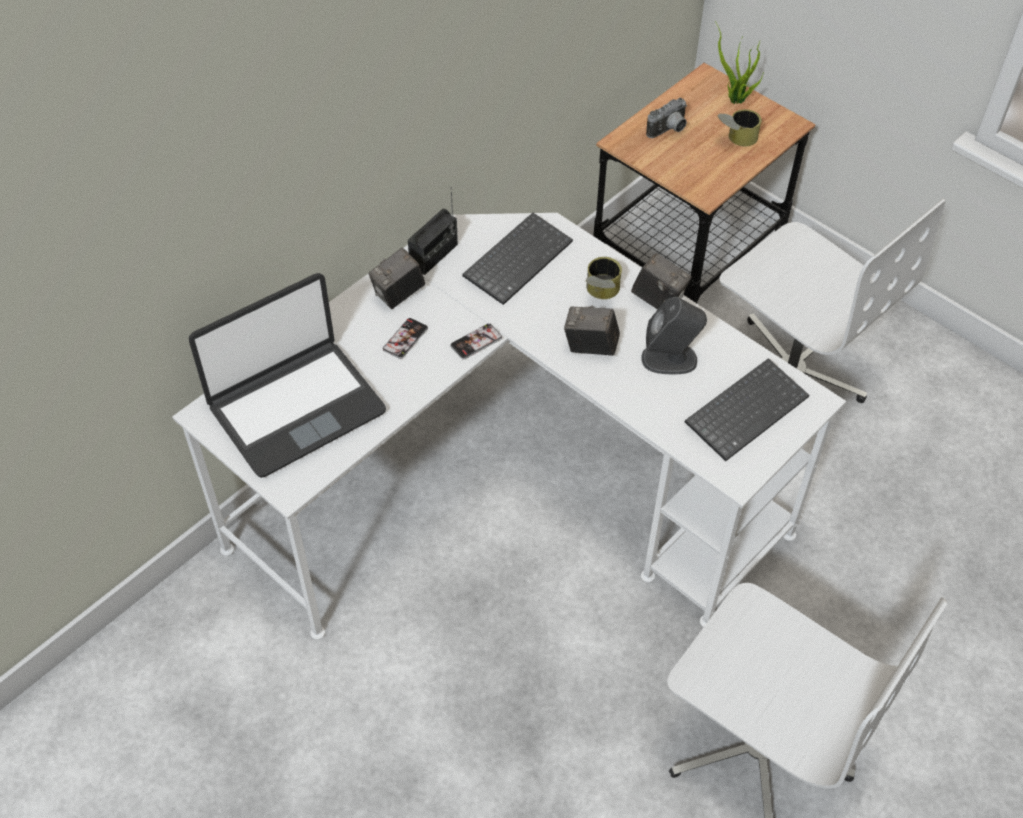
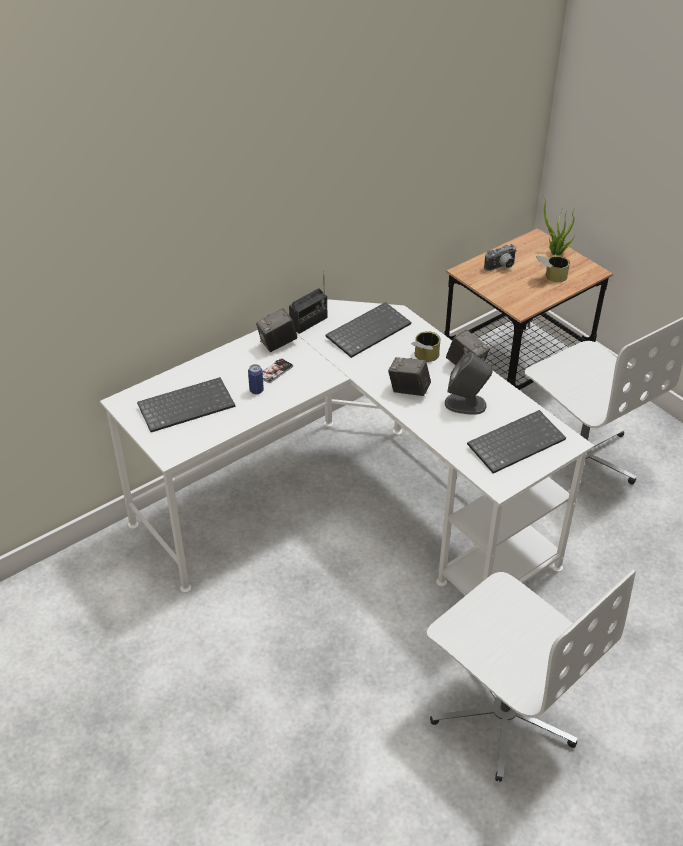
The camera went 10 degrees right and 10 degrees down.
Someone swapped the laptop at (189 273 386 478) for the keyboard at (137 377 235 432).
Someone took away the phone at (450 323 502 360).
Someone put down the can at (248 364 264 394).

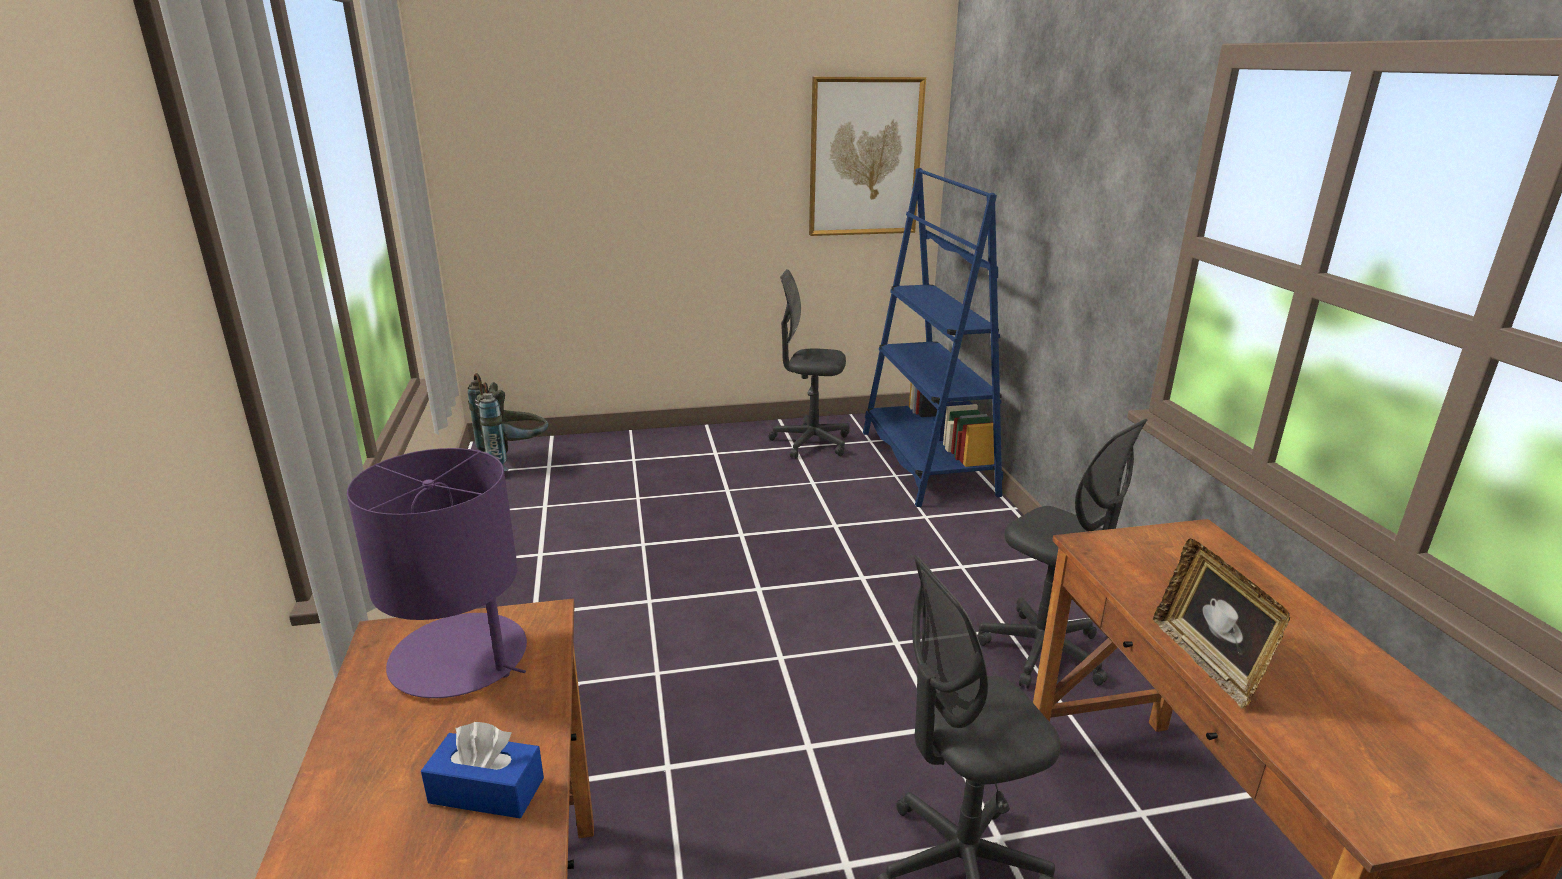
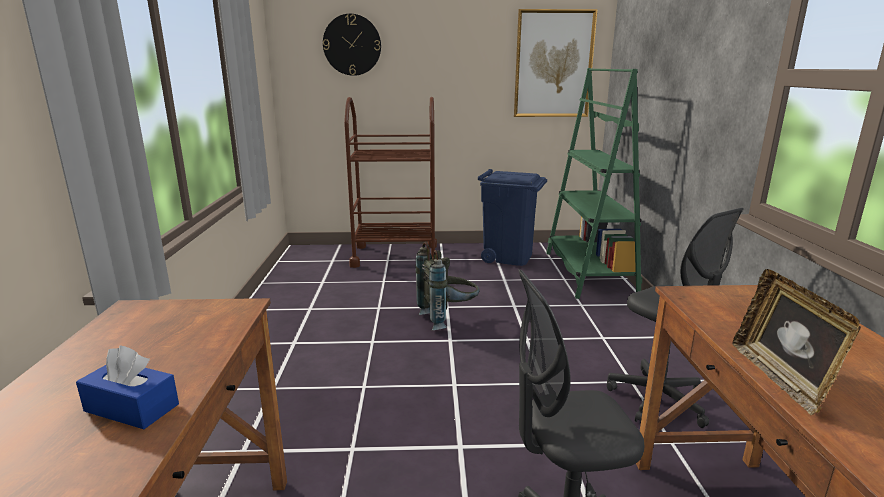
The camera went 10 degrees right and 5 degrees down.
Someone repainted the bookcase in blue at (863 168 1003 507), which became the bookcase in green at (546 68 642 299).
Someone swapped the office chair in grey at (769 269 850 458) for the trash can in blue at (478 169 547 266).
Someone carried the backpack in grey from (468 373 549 471) to (415 242 480 330).
Someone took away the table lamp in purple at (347 448 527 698).
Someone put up the wall clock at (323 14 381 76).
Someone put down the cart in brown at (344 97 437 268).

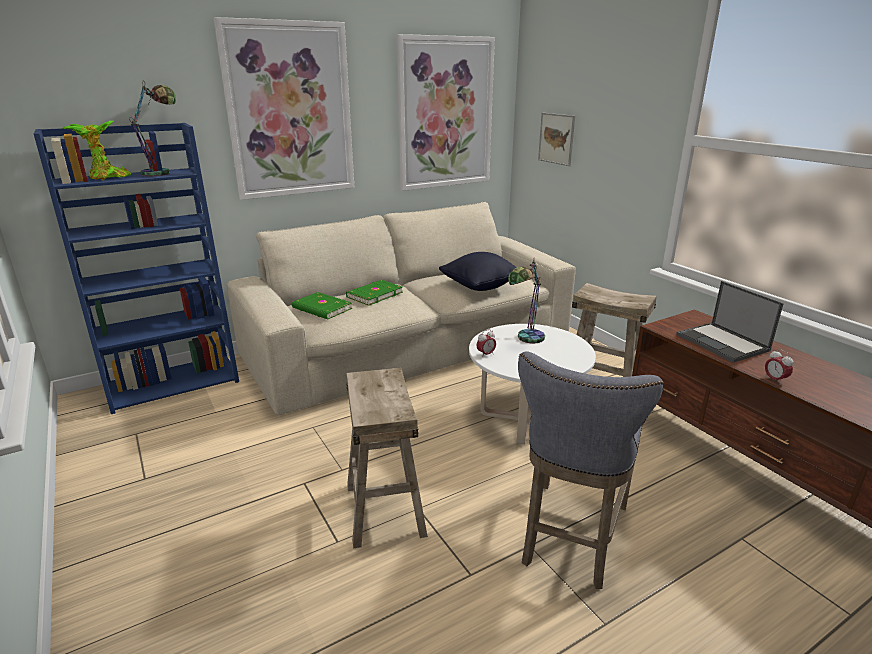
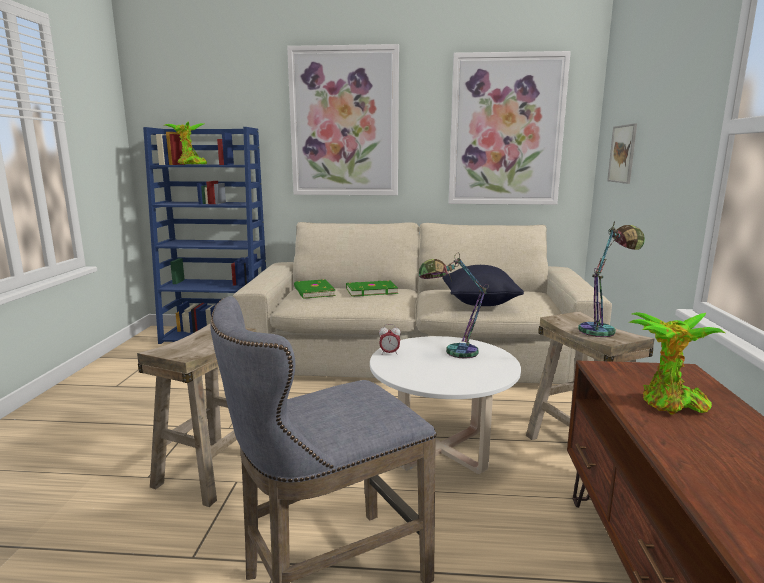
The camera went 35 degrees right and 10 degrees down.
Someone carried the table lamp from (129 81 176 176) to (578 221 645 337).
Someone swapped the laptop at (676 281 784 363) for the potted plant at (629 312 725 415).
Someone took away the alarm clock at (765 349 793 385).

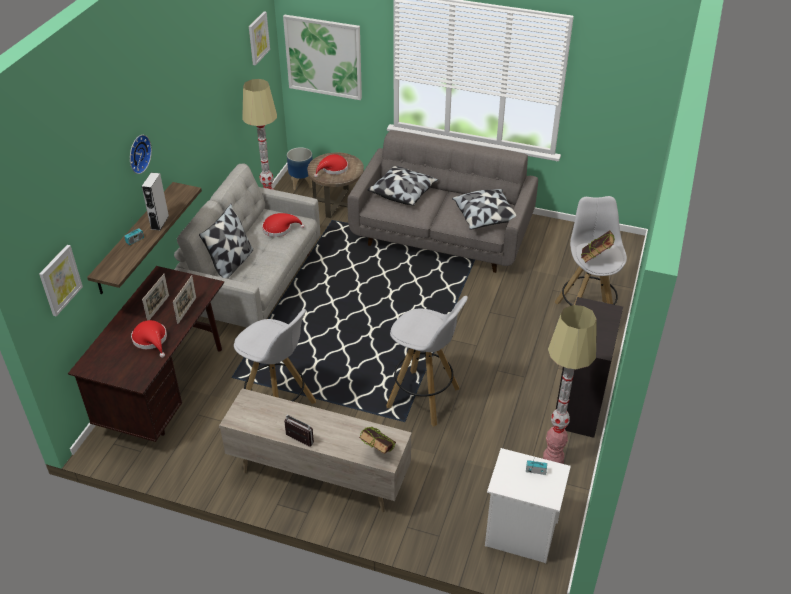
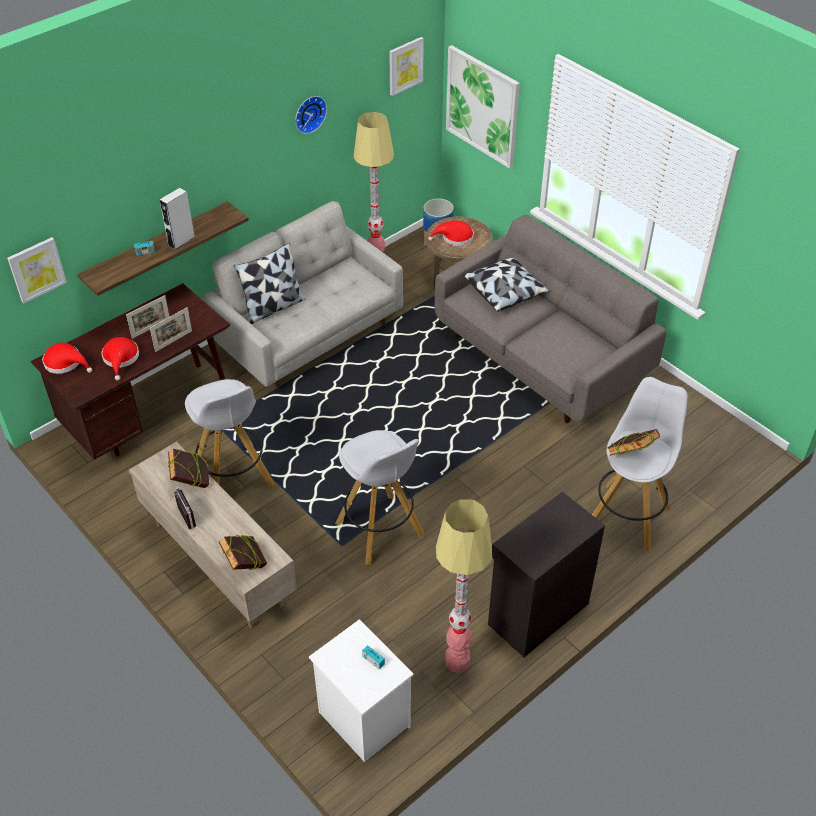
The camera went 30 degrees right and 5 degrees up.
Someone carried the wall clock from (130 135 152 174) to (295 96 327 134).
Someone took away the pillow at (452 189 516 230).
Someone carried the hat in red from (262 213 305 237) to (42 343 92 374).
Someone put down the book at (168 448 209 488).

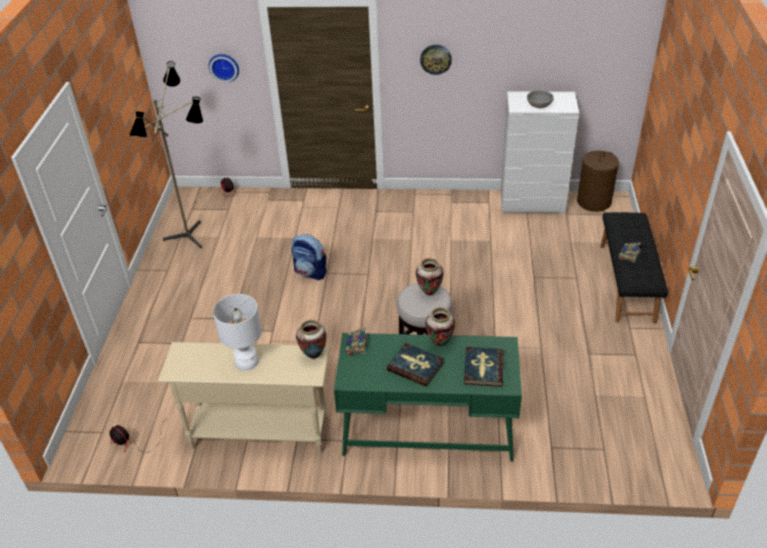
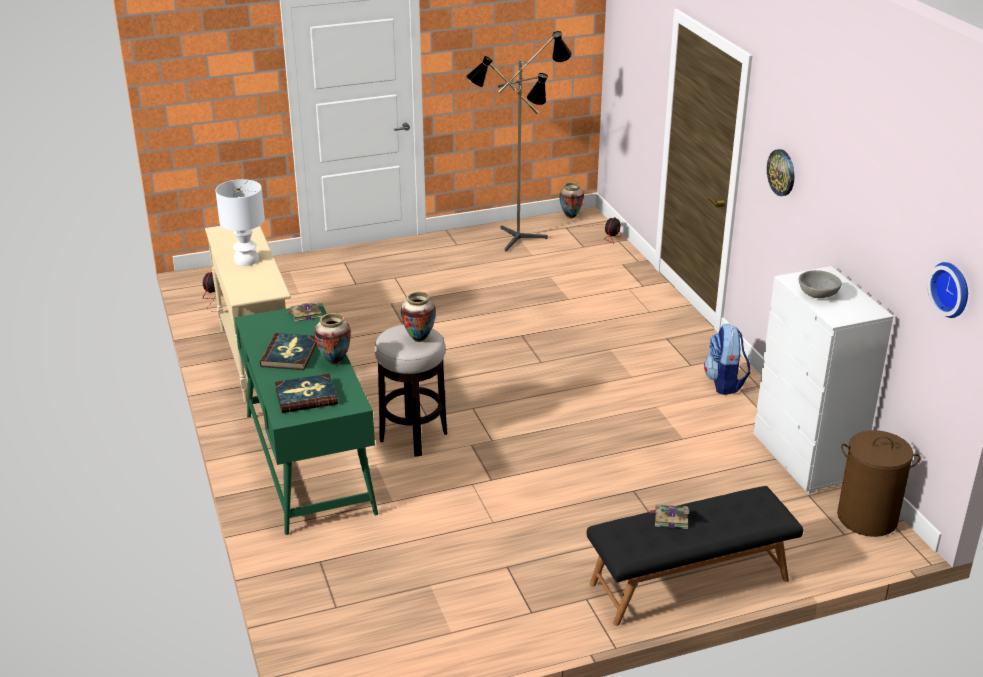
The camera went 65 degrees right and 10 degrees down.
Someone carried the wall clock from (209 54 239 82) to (928 262 968 318).
Someone carried the backpack from (291 234 327 280) to (704 324 751 395).
Someone carried the vase from (296 319 326 359) to (559 182 584 218).

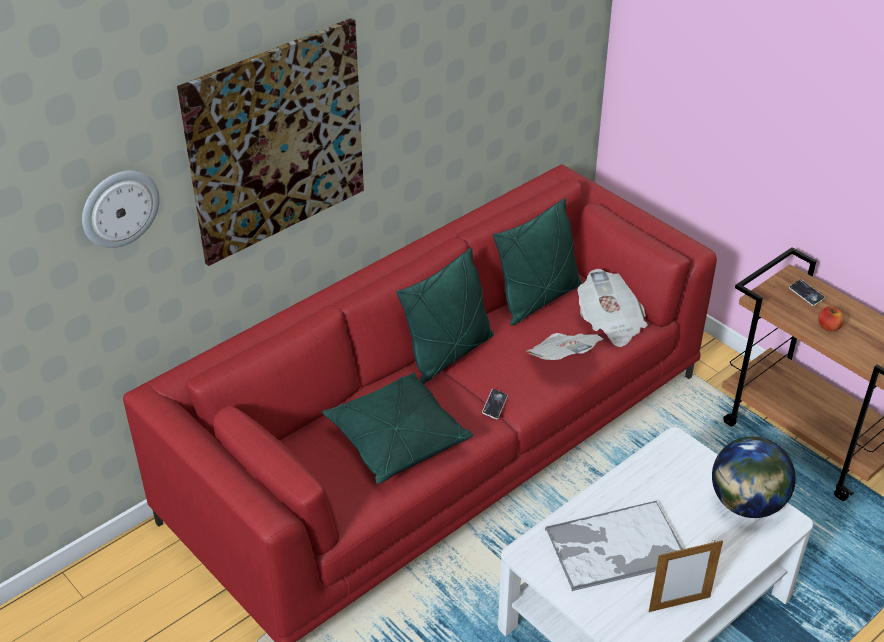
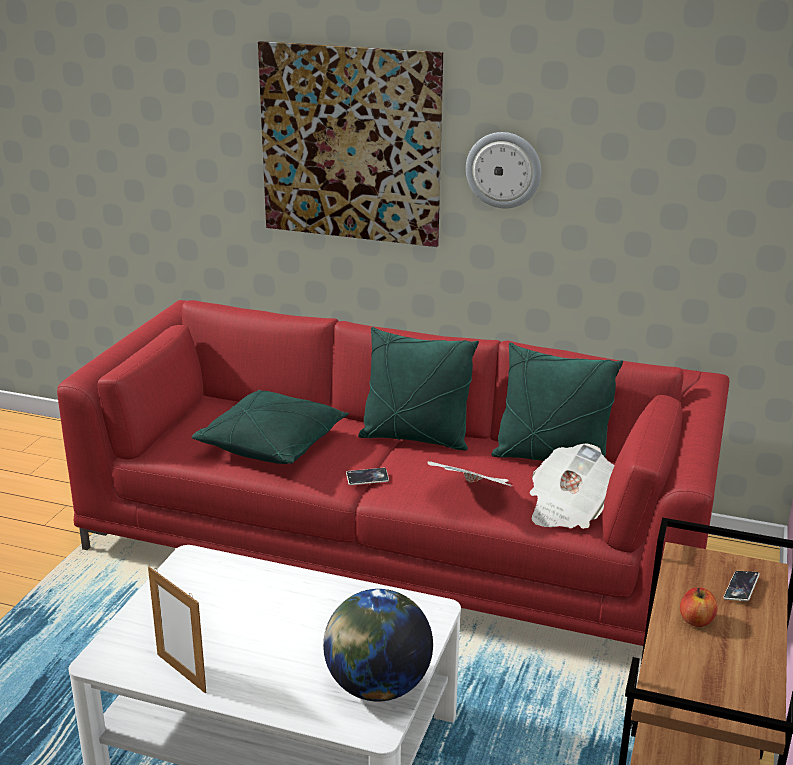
The camera went 60 degrees right and 15 degrees down.
Someone carried the wall clock from (82 170 160 248) to (466 132 541 208).
Someone took away the tray at (545 501 683 591).

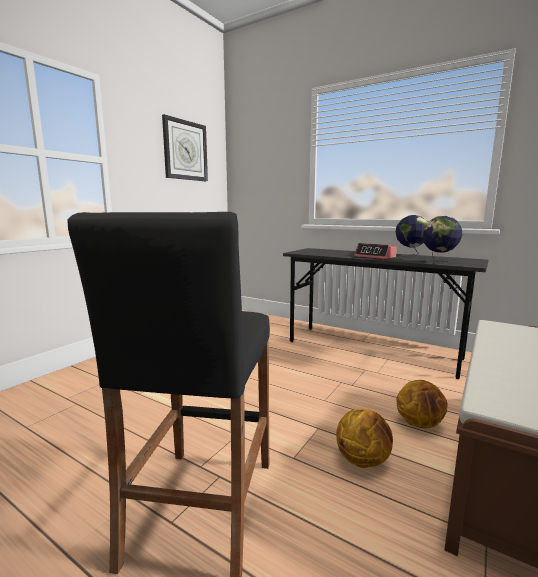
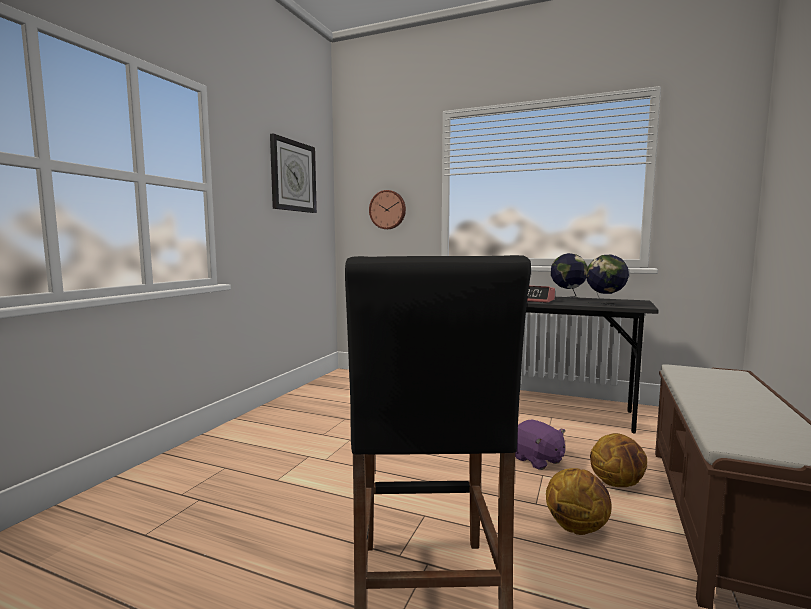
The camera went 10 degrees left and 5 degrees down.
Someone put up the wall clock at (369 190 406 229).
Someone put down the plush toy in purple at (515 420 565 470).

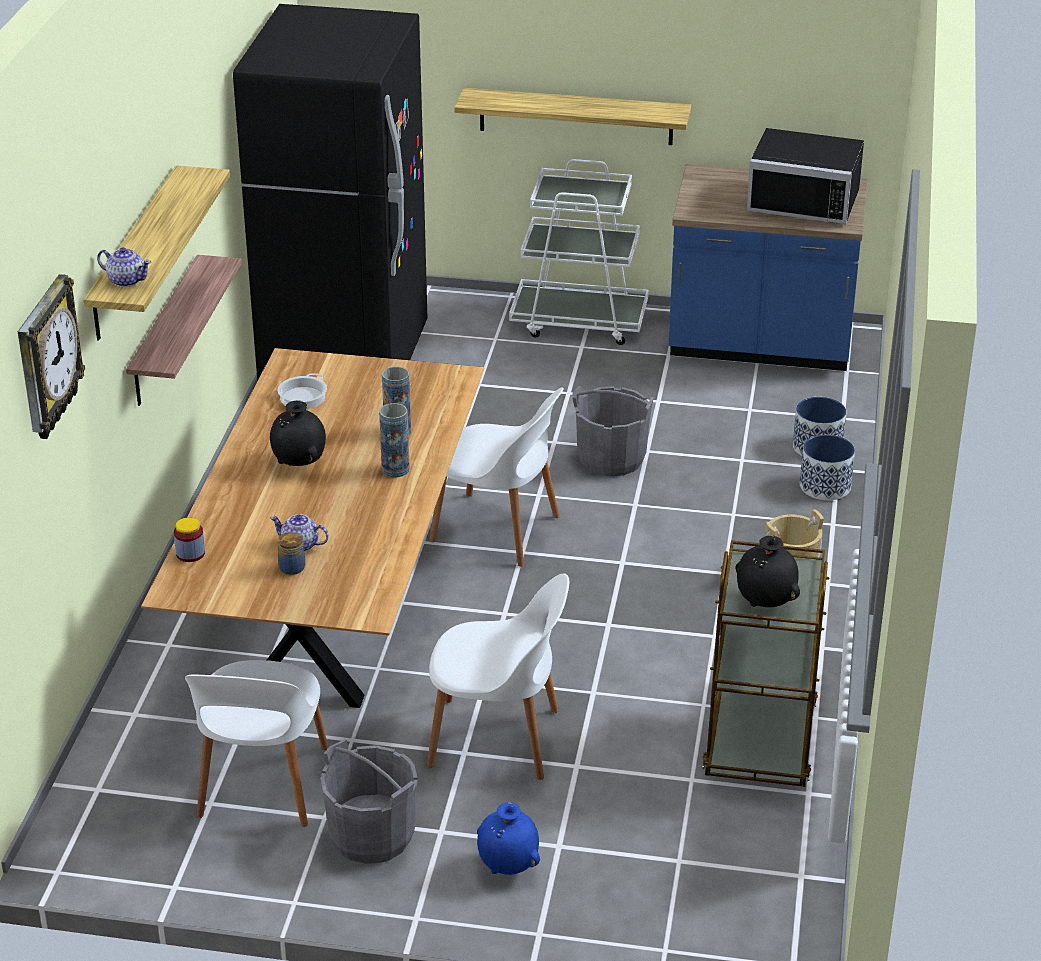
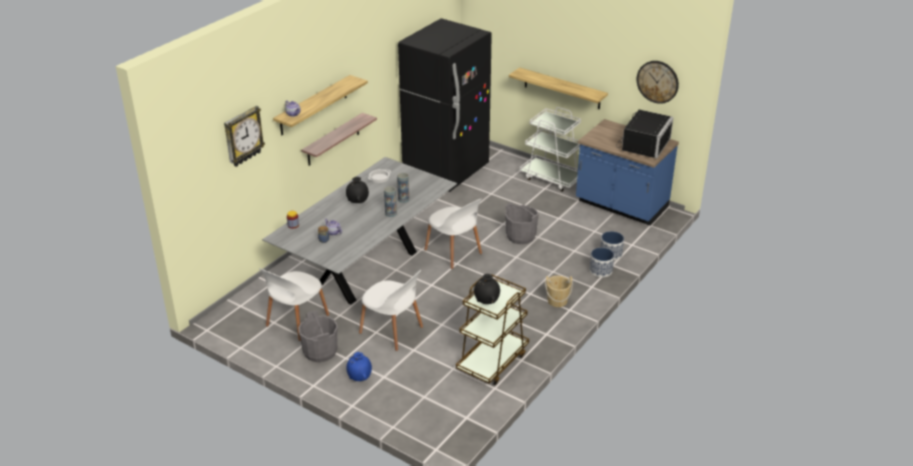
The camera went 25 degrees right and 0 degrees up.
Someone rotated the microwave in black at (747 128 864 224) by 105 degrees counterclockwise.
Someone repainted the dining table in brown at (141 348 484 708), which became the dining table in grey at (262 157 457 304).
Someone put up the wall clock at (637 61 679 104).

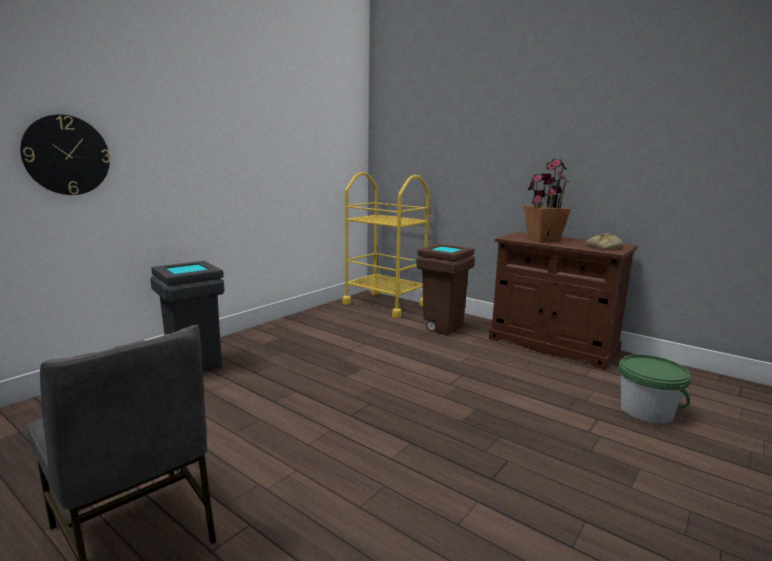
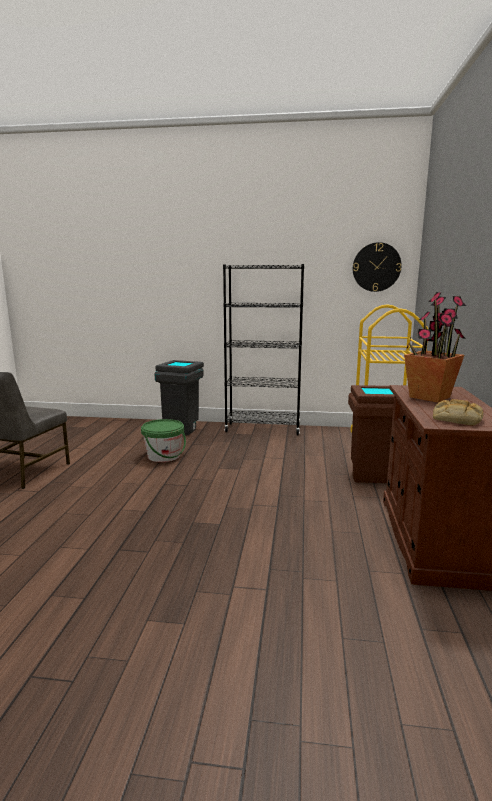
The camera went 60 degrees right and 0 degrees up.
Someone carried the wall clock from (20 114 110 195) to (353 242 402 292).
Someone carried the bucket in green from (618 354 691 424) to (141 419 186 462).
Someone put down the bookcase in black at (223 264 304 435).

